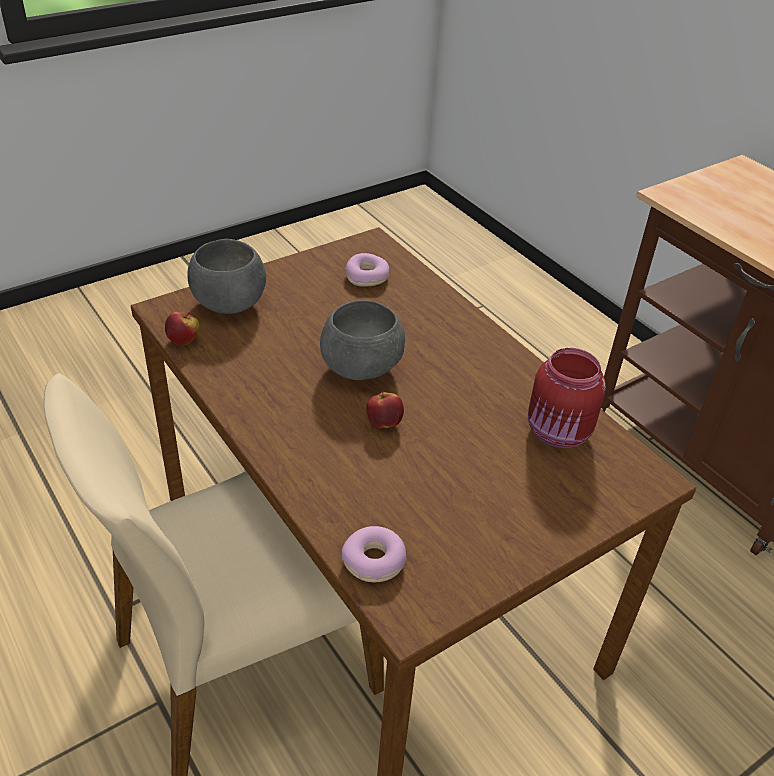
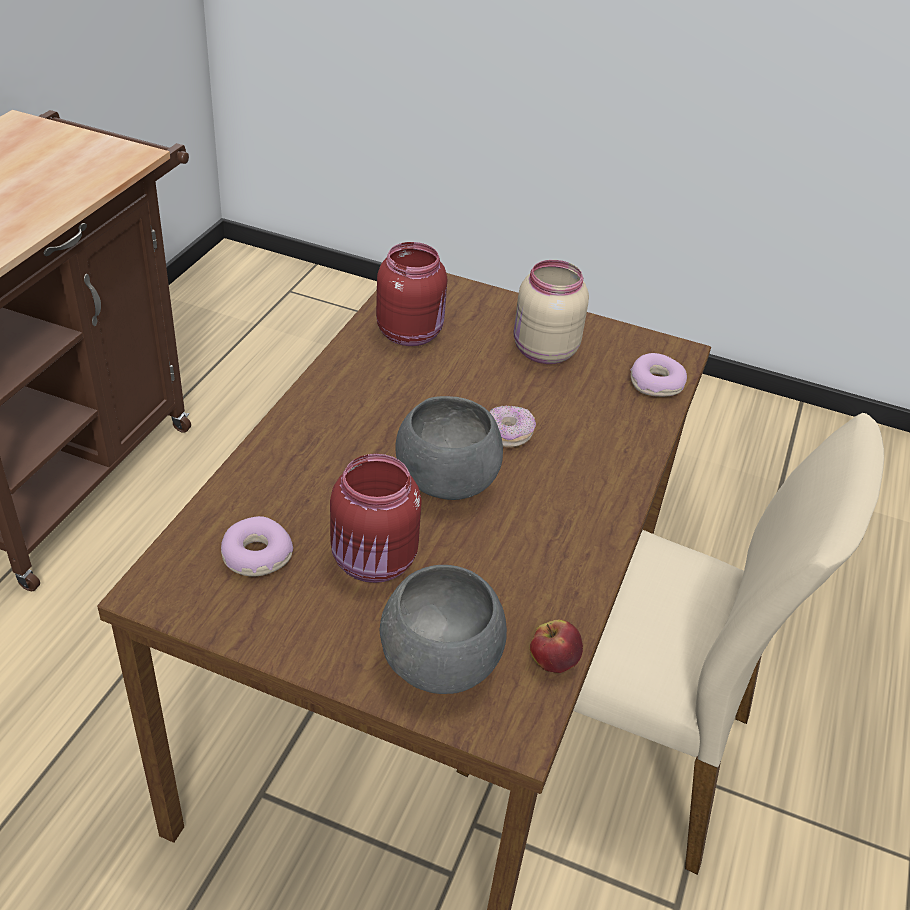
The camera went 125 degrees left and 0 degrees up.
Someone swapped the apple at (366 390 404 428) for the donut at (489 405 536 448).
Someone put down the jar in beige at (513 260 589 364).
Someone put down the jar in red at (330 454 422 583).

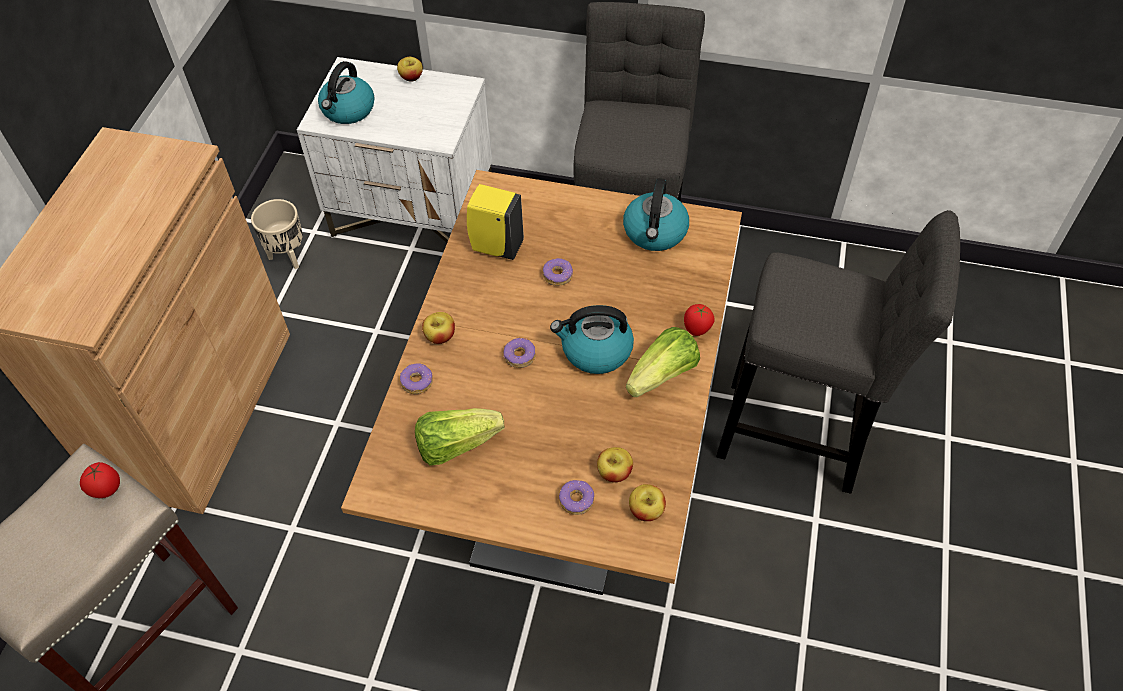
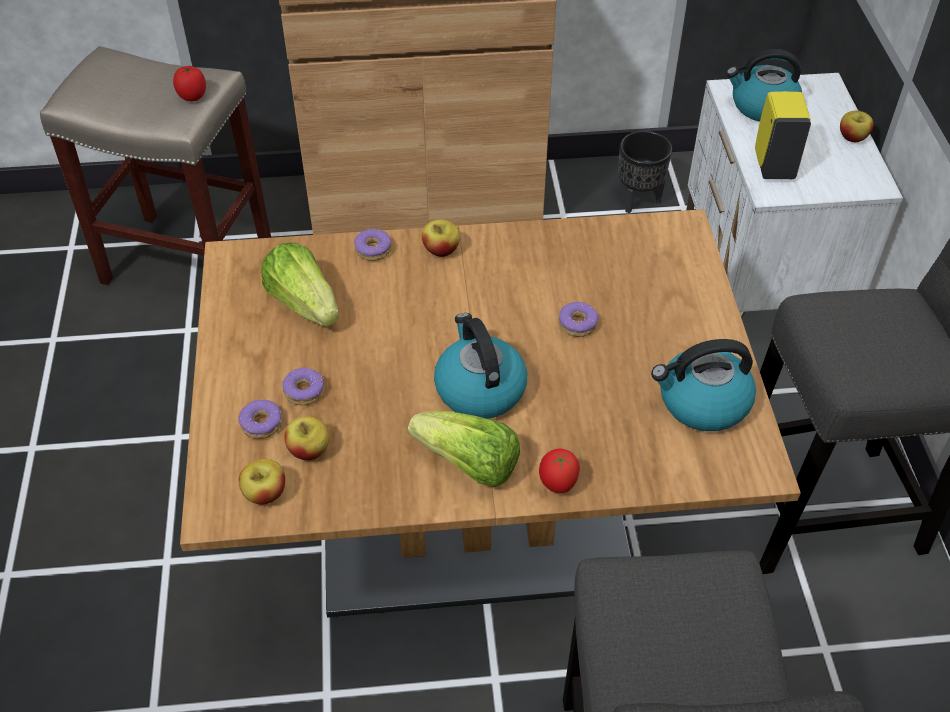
The camera went 70 degrees right and 5 degrees down.
Someone carried the soap dispenser in yellow from (467 184 524 260) to (755 91 811 179).
Someone repainted the planter in beige at (251 199 303 269), which became the planter in black at (618 131 672 213).
Someone carried the donut from (503 337 535 368) to (282 368 324 405).

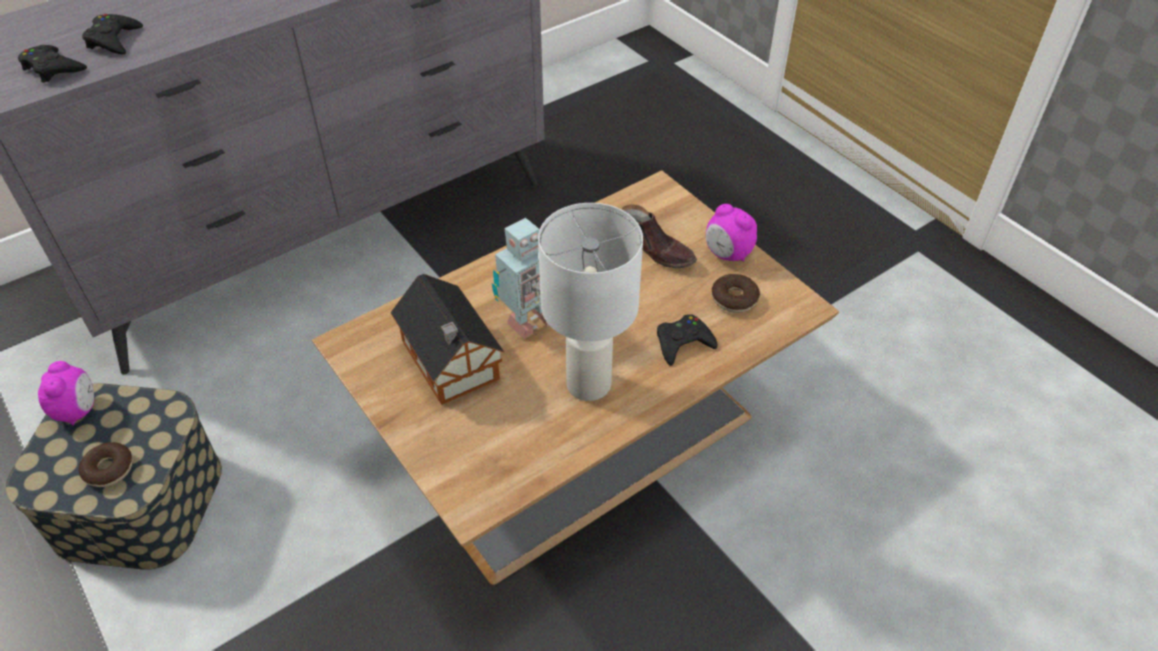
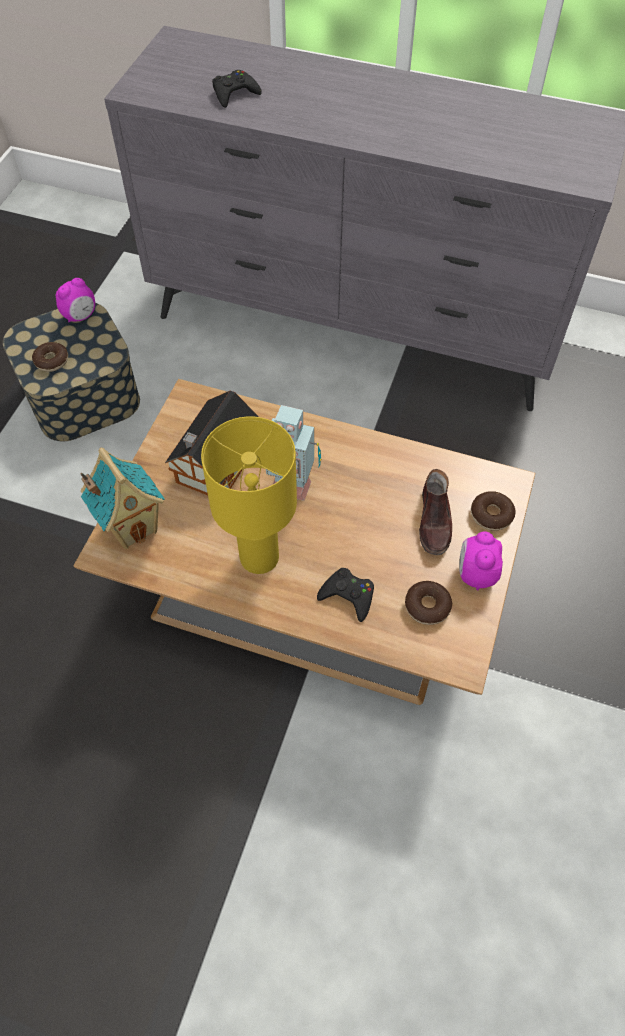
The camera went 55 degrees right and 10 degrees up.
Someone took away the game controller in black at (18 45 87 83).
Someone repainted the table lamp in white at (538 203 643 401), which became the table lamp in yellow at (201 416 297 574).
Someone put down the toy house at (80 448 165 549).
Someone put down the donut at (471 491 516 531).

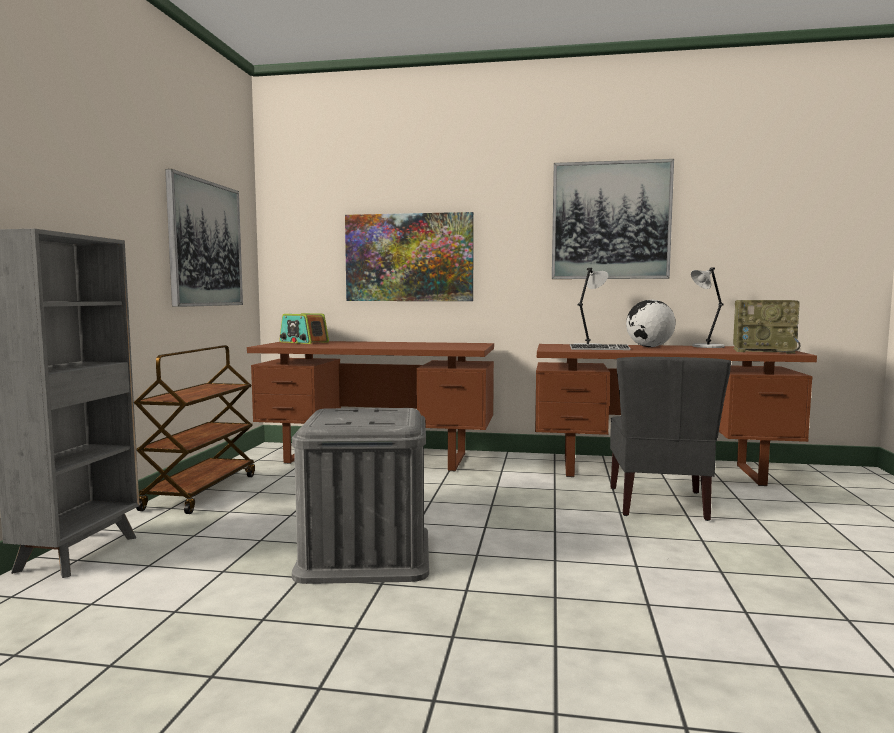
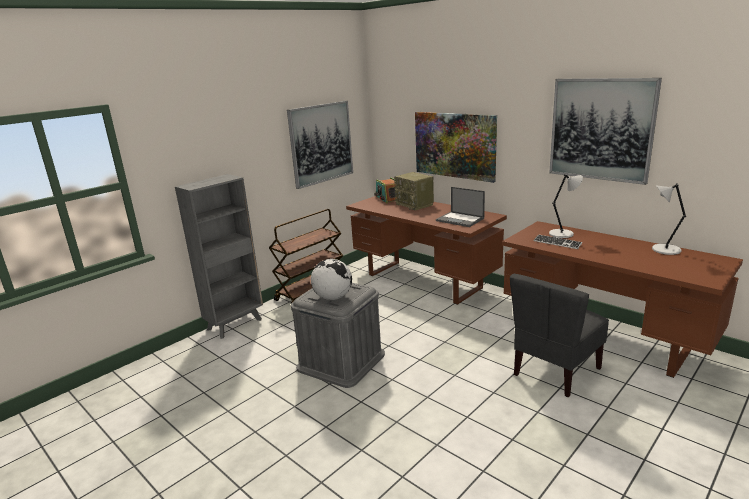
The camera went 35 degrees right and 15 degrees up.
Someone carried the globe from (626 300 676 347) to (311 259 352 300).
Someone carried the radio from (733 300 800 354) to (394 172 434 210).
Someone put down the laptop at (436 187 485 227).

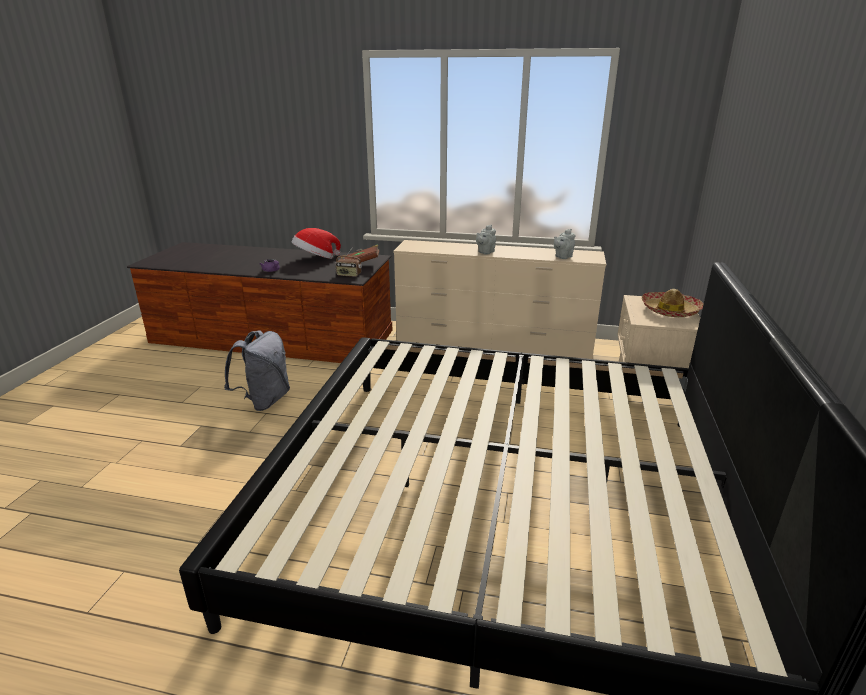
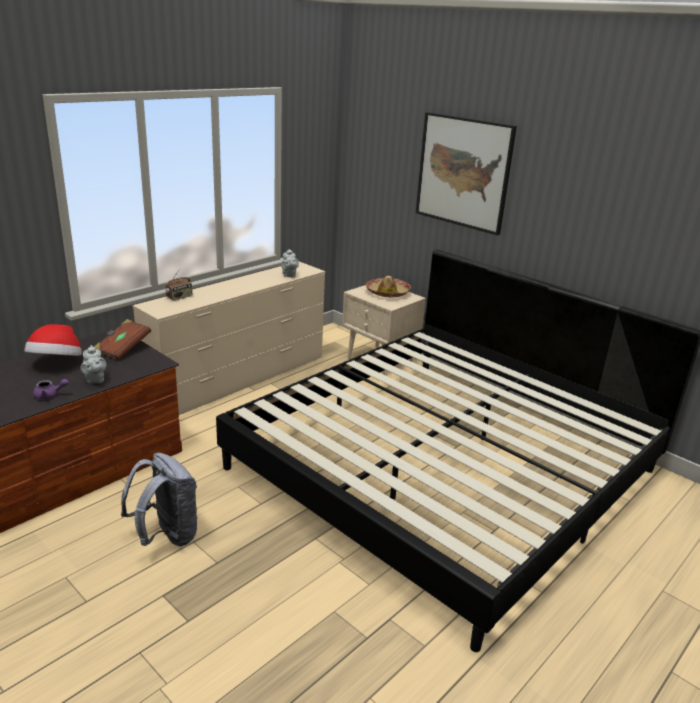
The camera went 60 degrees left and 0 degrees up.
Someone carried the teapot in grey from (476 225 496 255) to (81 345 106 383).
Someone carried the radio from (335 250 362 277) to (165 270 192 301).
Someone put up the picture at (416 112 517 235).

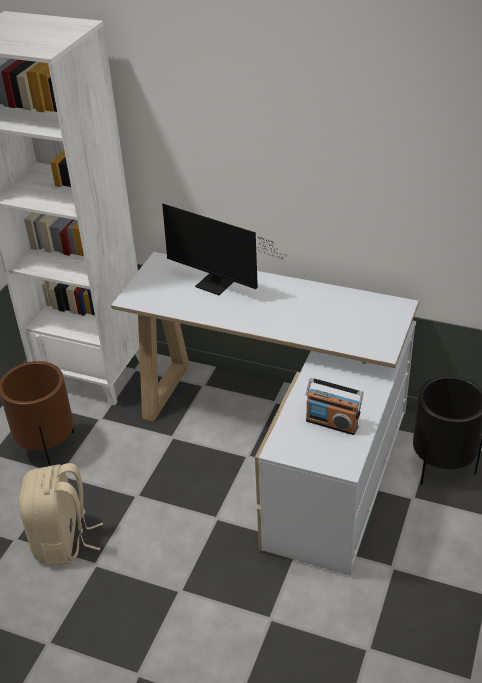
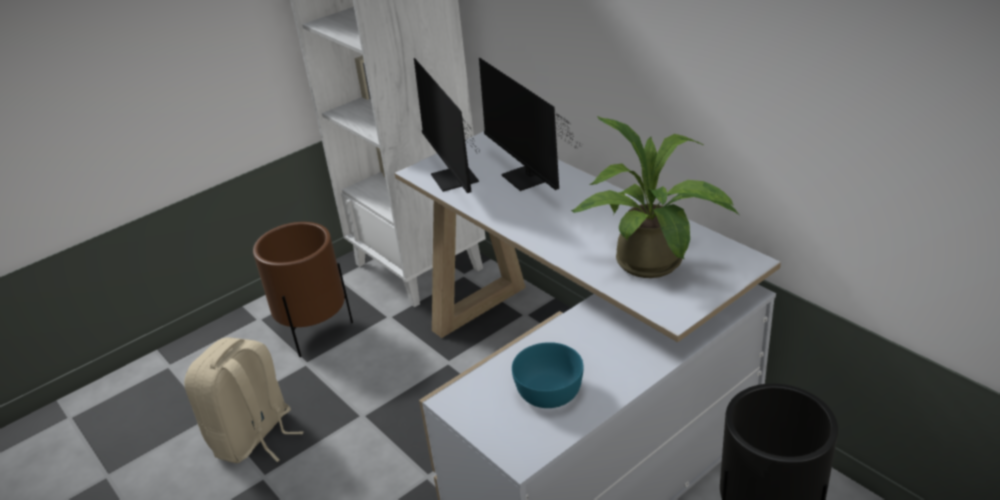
The camera went 30 degrees right and 5 degrees down.
Someone swapped the radio at (306 378 363 435) for the bowl in turquoise at (512 342 584 408).
Someone put down the monitor at (414 58 480 193).
Someone put down the potted plant at (571 116 739 278).

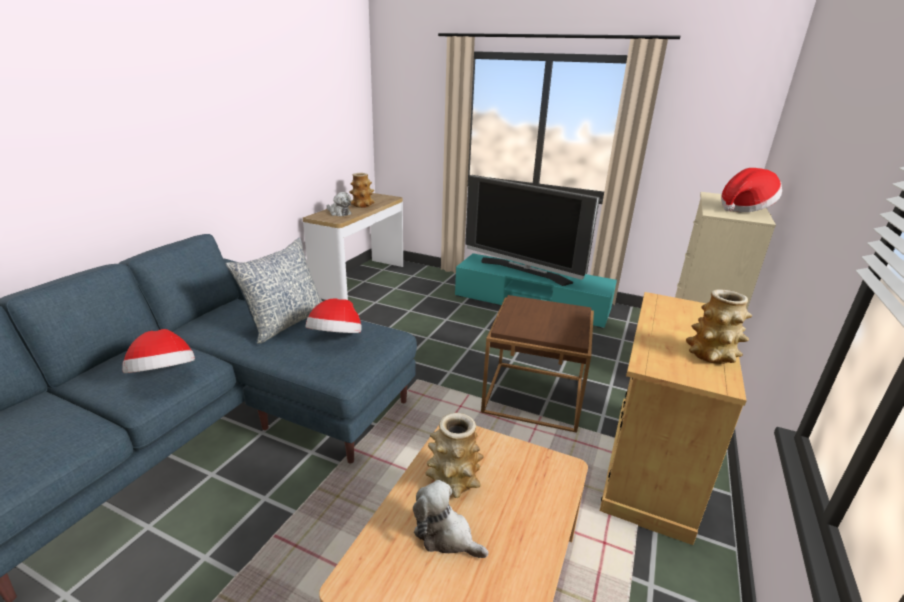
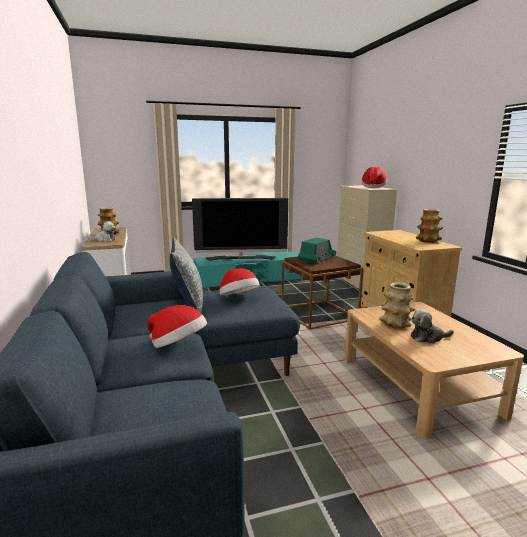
The camera went 40 degrees left and 10 degrees down.
Someone put down the radio at (298 238 336 264).

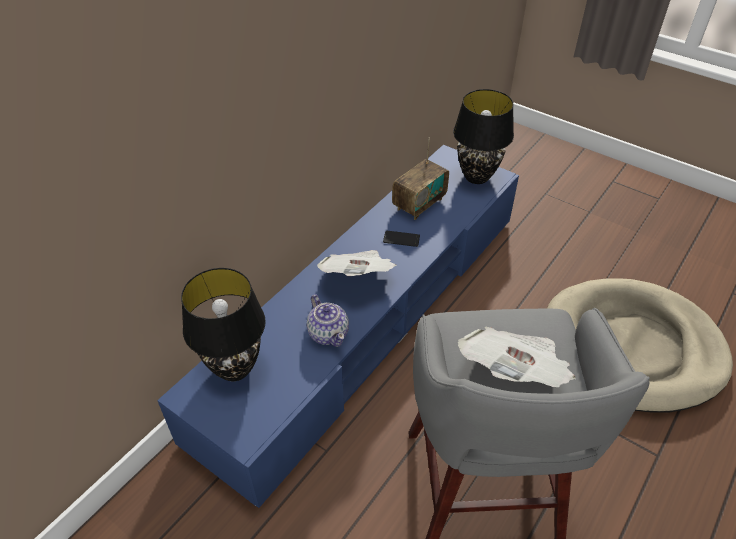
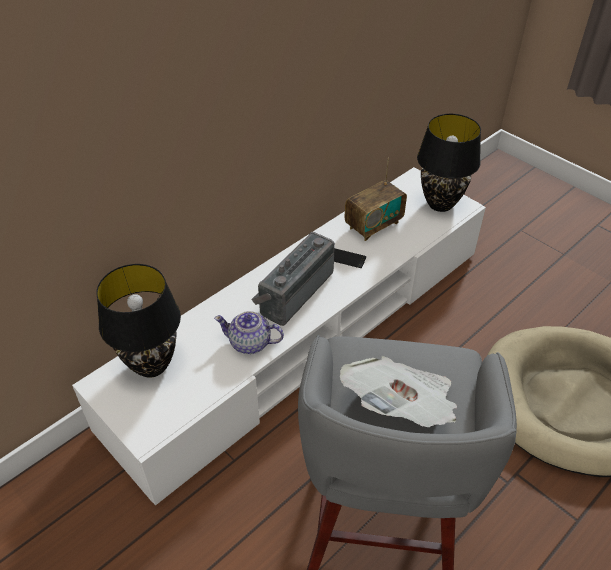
The camera went 10 degrees right and 0 degrees up.
Someone repainted the tv stand in blue at (157 145 519 508), which became the tv stand in white at (72 167 486 505).
Someone swapped the newspaper at (317 250 397 276) for the radio at (251 232 335 326).
Someone rotated the teapot at (307 294 349 347) by 120 degrees clockwise.

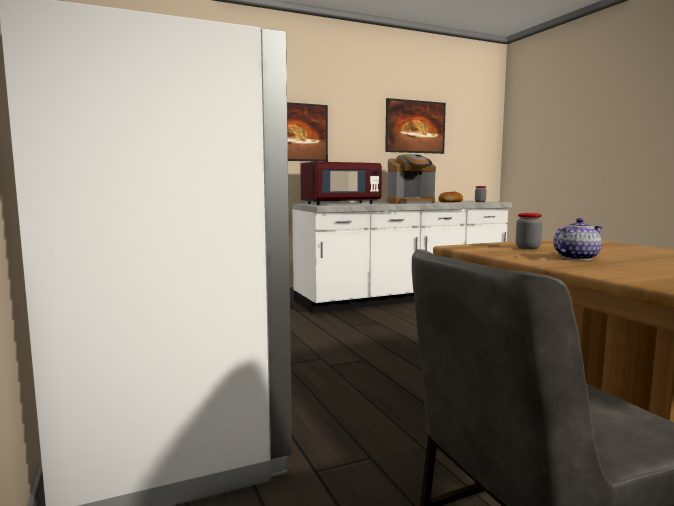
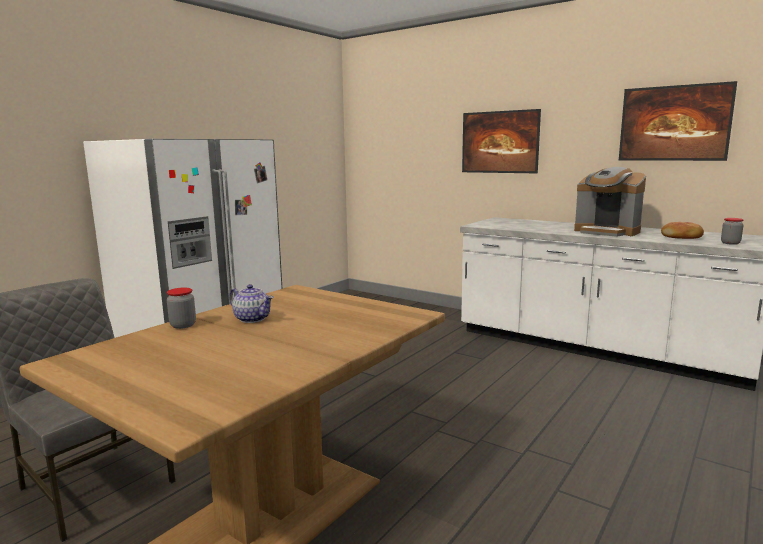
The camera went 60 degrees right and 5 degrees up.
Someone took away the microwave in red at (300 162 382 205).
Someone carried the jar from (516 213 542 249) to (167 287 196 329).

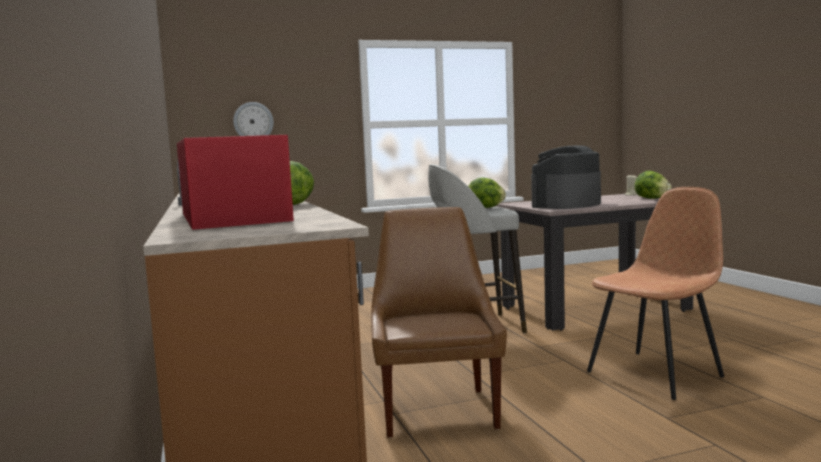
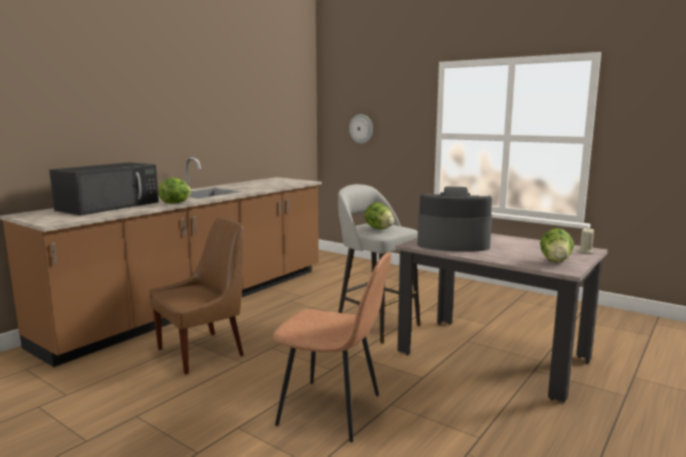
The camera went 55 degrees right and 5 degrees up.
Someone repainted the microwave in red at (177 135 294 230), which became the microwave in black at (49 162 159 216).

